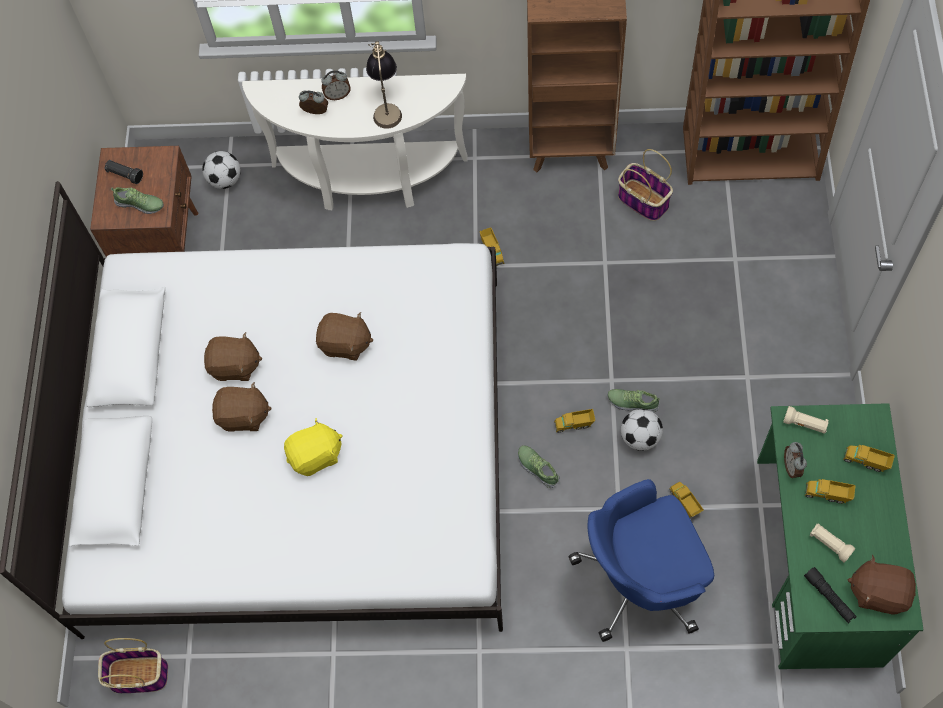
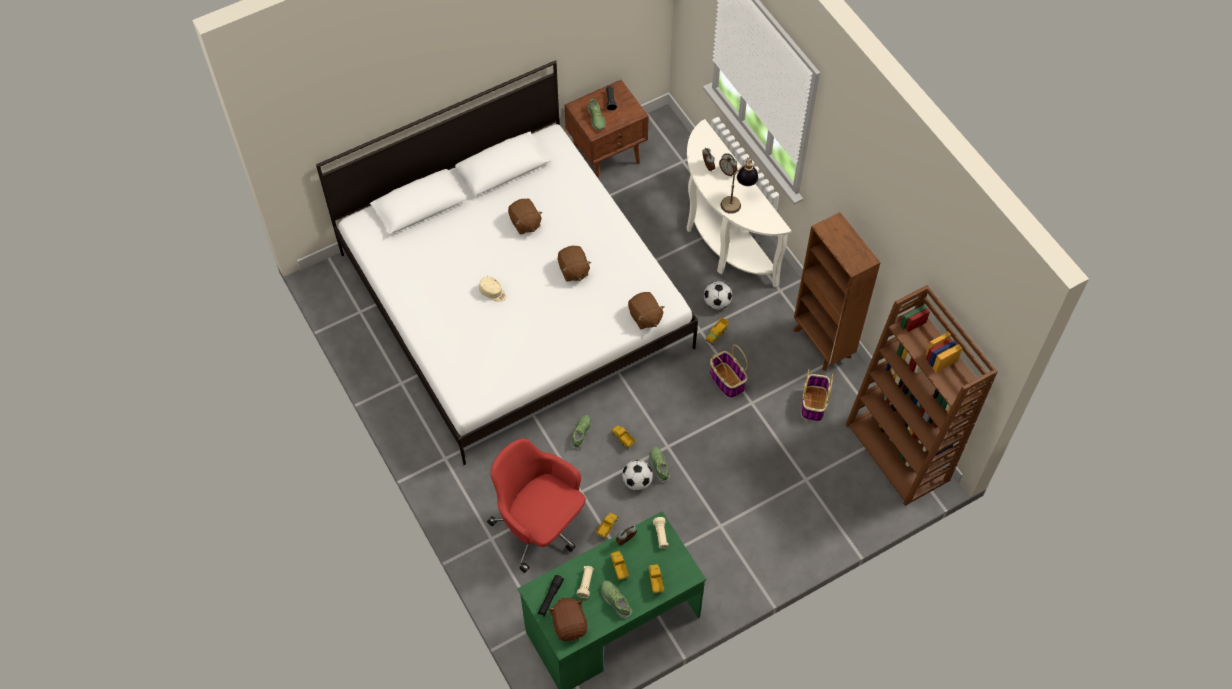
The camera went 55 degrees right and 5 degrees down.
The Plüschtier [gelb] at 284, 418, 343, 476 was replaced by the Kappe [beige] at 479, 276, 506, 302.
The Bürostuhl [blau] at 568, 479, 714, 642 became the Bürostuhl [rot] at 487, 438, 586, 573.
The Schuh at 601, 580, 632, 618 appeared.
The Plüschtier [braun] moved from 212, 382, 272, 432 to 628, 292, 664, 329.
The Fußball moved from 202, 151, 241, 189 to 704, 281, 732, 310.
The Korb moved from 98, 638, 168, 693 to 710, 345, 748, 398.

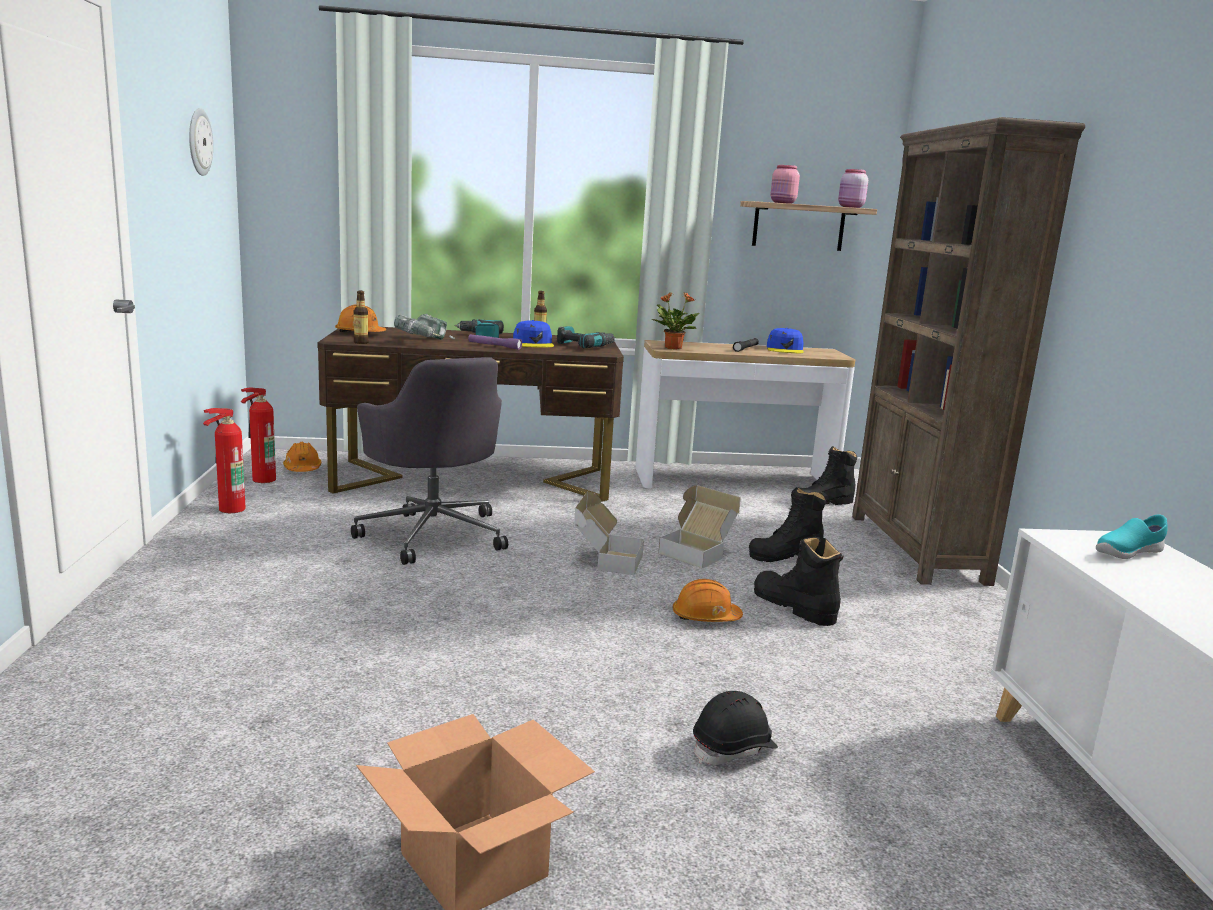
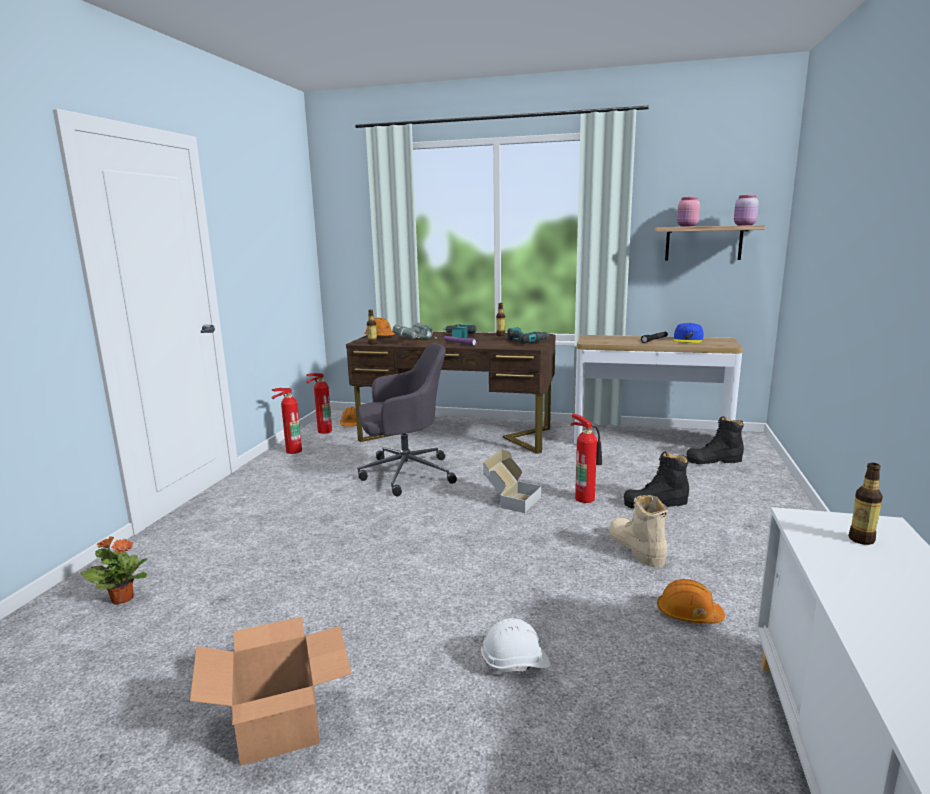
The camera went 20 degrees right and 0 degrees up.
The Topfpflanze moved from 652, 292, 700, 350 to 80, 536, 148, 605.
The Bürostuhl [grau] at 351, 357, 508, 565 turned 90 degrees counterclockwise.
The Schutzhelm [schwarz] at 693, 691, 778, 765 became the Schutzhelm [weiß] at 481, 618, 550, 675.
The Karton at 658, 485, 741, 568 was replaced by the Feuerlöscher at 571, 414, 602, 503.
The Stiefel [schwarz] at 754, 537, 844, 626 became the Stiefel [beige] at 609, 495, 668, 567.
The Schutzhelm [orange] moved from 673, 579, 743, 622 to 657, 579, 725, 624.
The Schuh [türkis] at 1096, 514, 1168, 559 was replaced by the Flasche at 849, 463, 883, 545.
The Wanduhr at 189, 108, 213, 176 disappeared.
The Kappe [blau] at 513, 320, 554, 348 disappeared.
The Bücherregal [braun] at 852, 117, 1085, 586 disappeared.

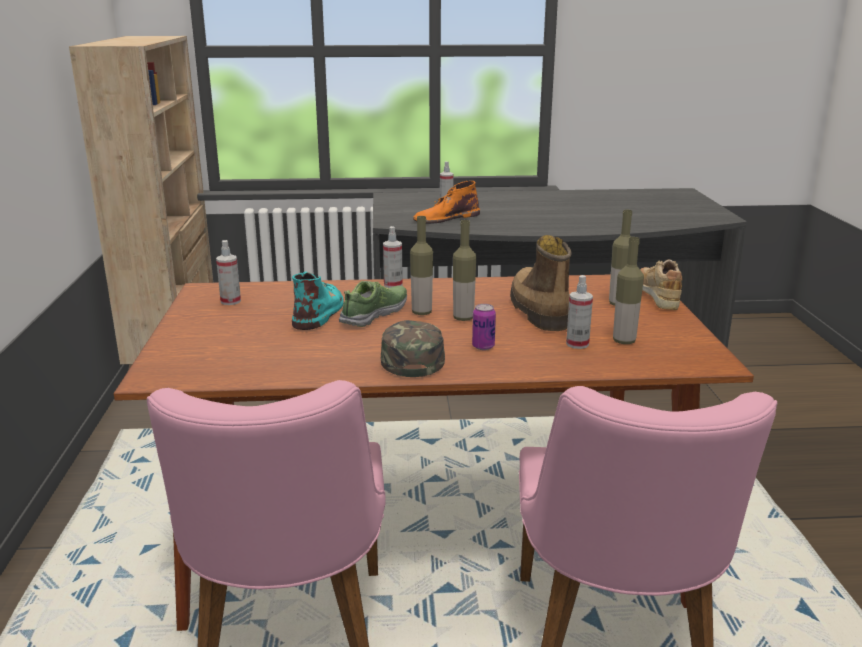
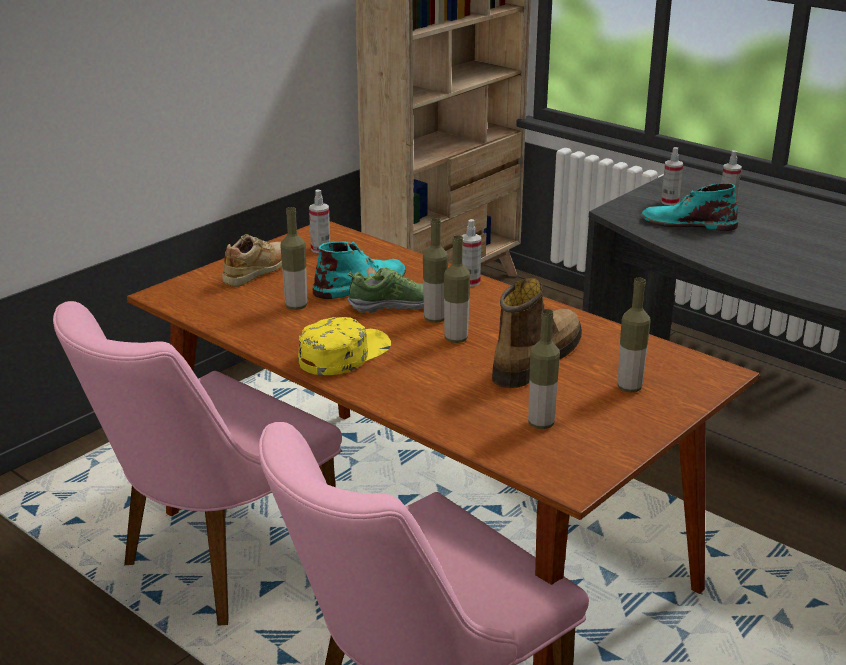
The camera went 45 degrees right and 5 degrees up.
The Schuh [beige] moved from 640, 260, 683, 310 to 222, 234, 282, 287.
The Flasche at 280, 207, 307, 310 appeared.
The Kappe [grün] at 381, 320, 445, 377 became the Kappe [gelb] at 298, 317, 391, 375.
The Stiefel [orange] at 413, 181, 480, 224 became the Stiefel [türkis] at 641, 183, 738, 231.
The Sprühflasche moved from 566, 275, 593, 349 to 661, 147, 683, 206.
The Dose at 472, 304, 496, 350 disappeared.

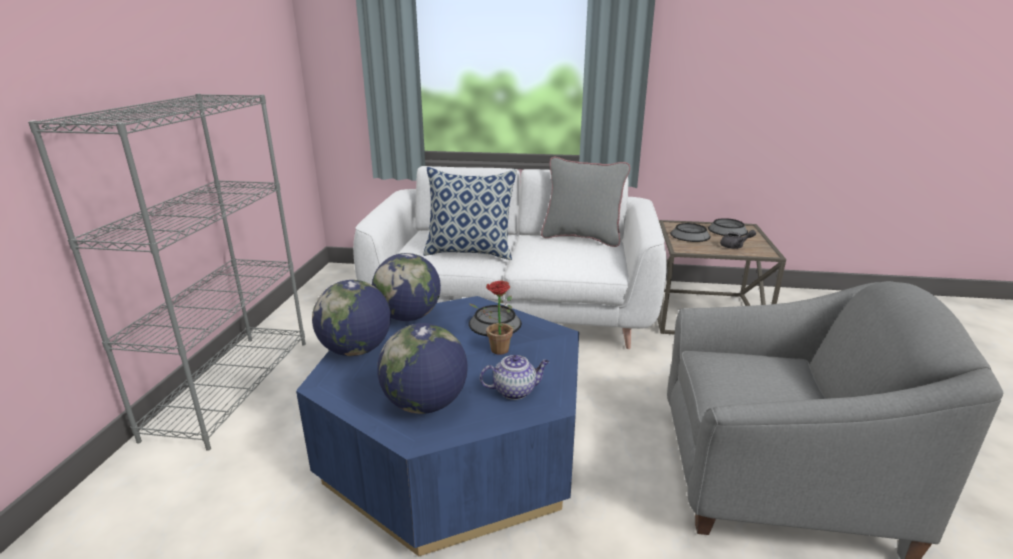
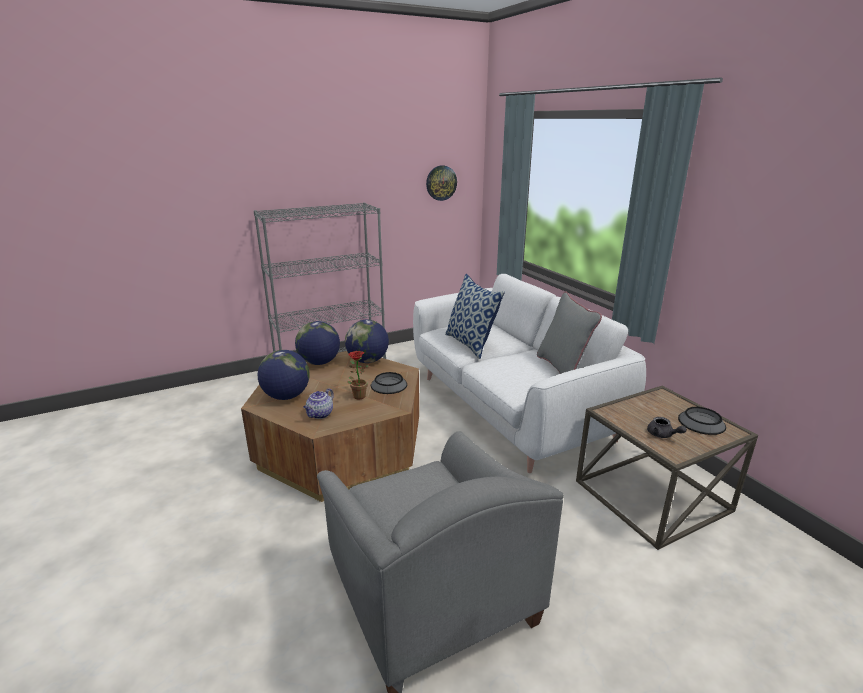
The camera went 55 degrees right and 0 degrees up.
The Couchtisch [blau] at 296, 296, 579, 556 became the Couchtisch [braun] at 241, 351, 419, 502.
The Teekanne at 480, 355, 549, 400 turned 75 degrees clockwise.
The Wanduhr at 426, 165, 457, 201 appeared.
The Schüssel at 670, 223, 711, 242 disappeared.

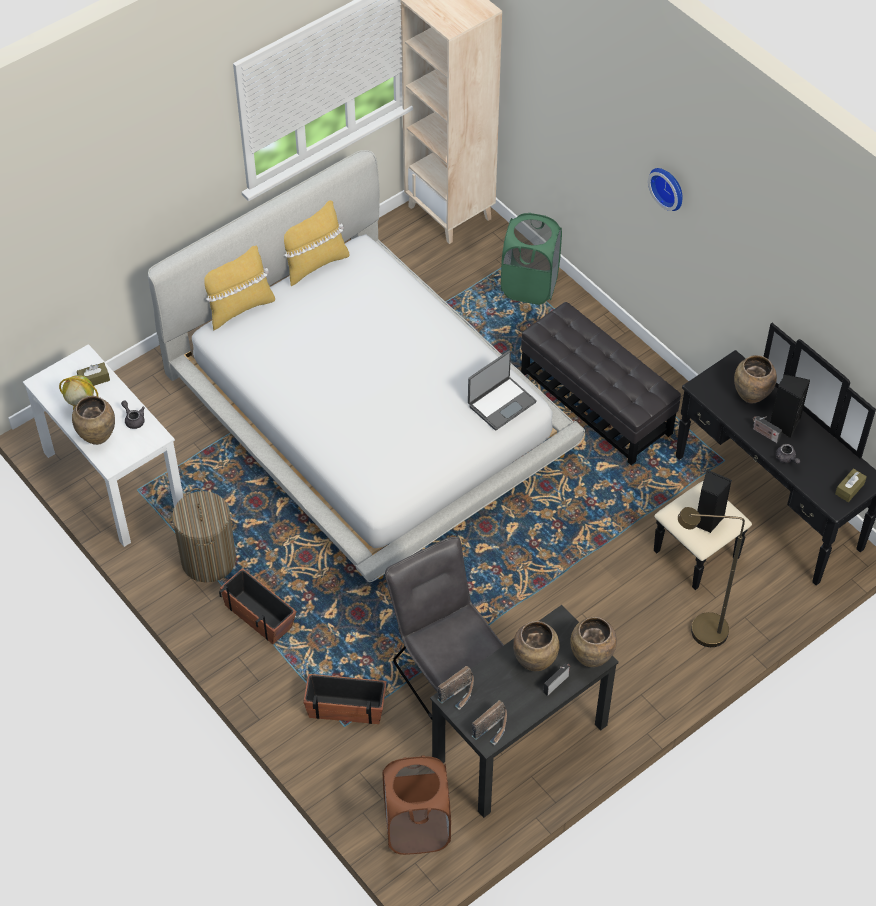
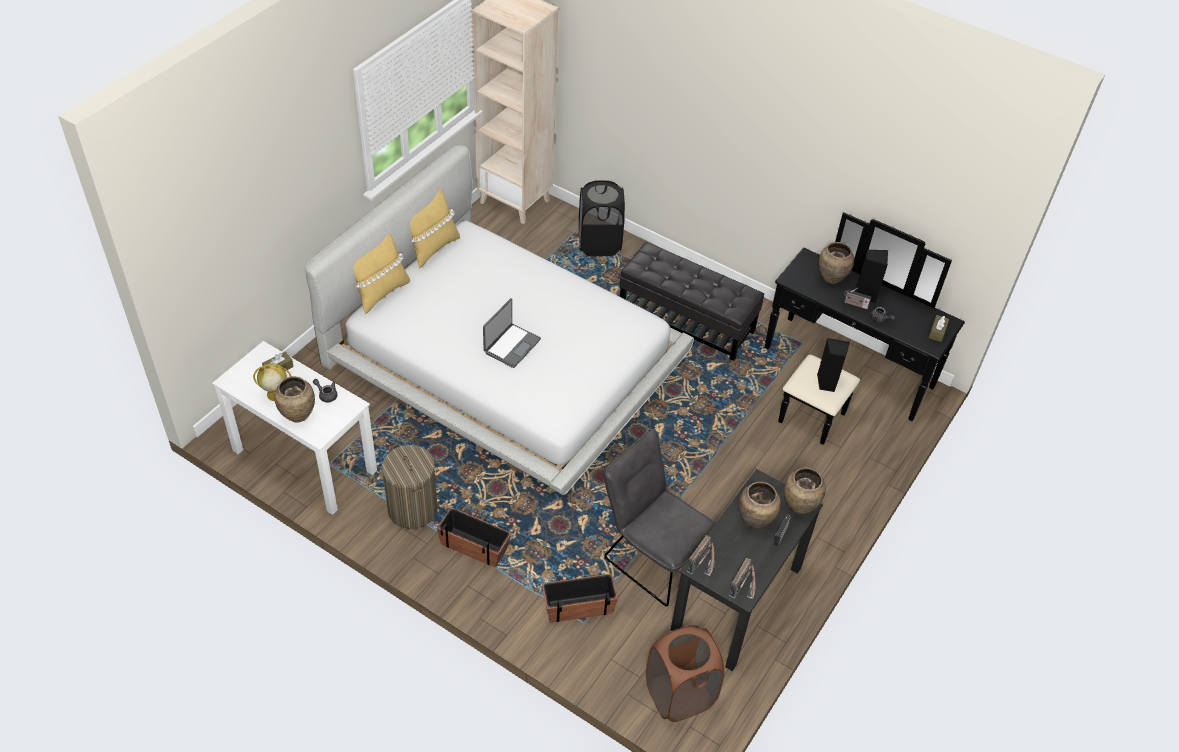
The camera went 20 degrees left and 5 degrees down.
The Laptop moved from 468, 350, 537, 430 to 483, 298, 541, 368.
The Wäschekorb [grün] at 501, 213, 562, 305 became the Wäschekorb [schwarz] at 579, 180, 625, 256.
The Wanduhr at 648, 168, 682, 211 disappeared.
The Stehlampe [braun] at 678, 507, 745, 647 disappeared.

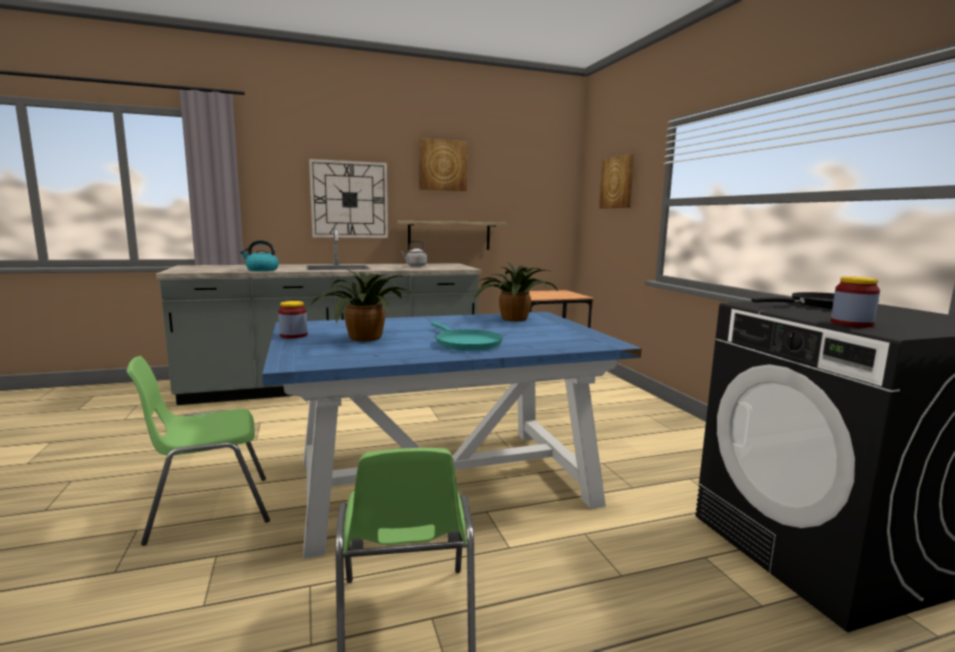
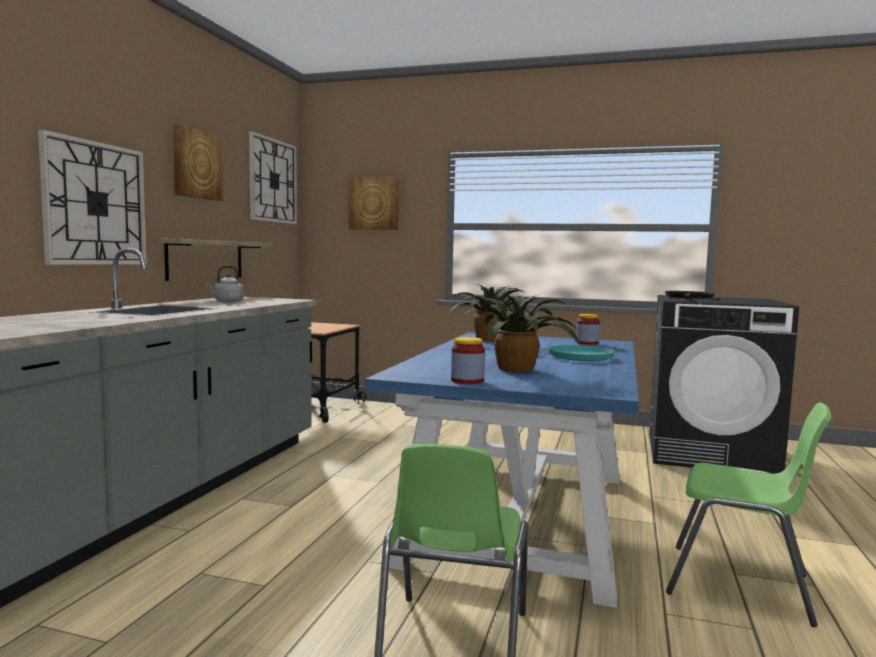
The camera went 55 degrees left and 5 degrees down.
The Wanduhr at 249, 131, 297, 224 appeared.
The Vorratsglas moved from 830, 277, 880, 327 to 576, 314, 600, 345.
The Wasserkessel at 240, 240, 279, 271 disappeared.

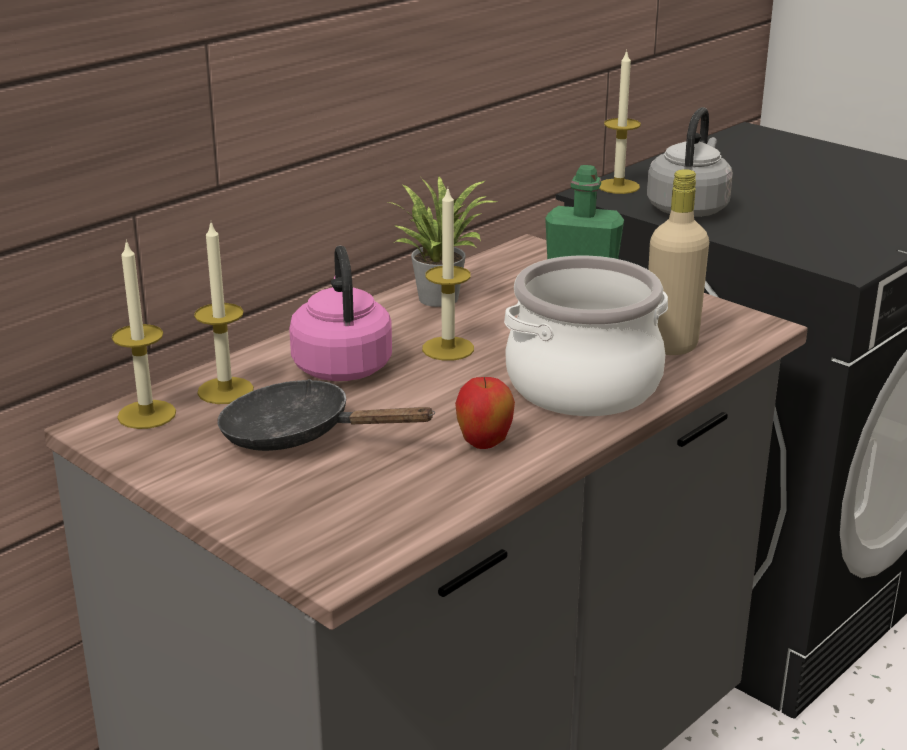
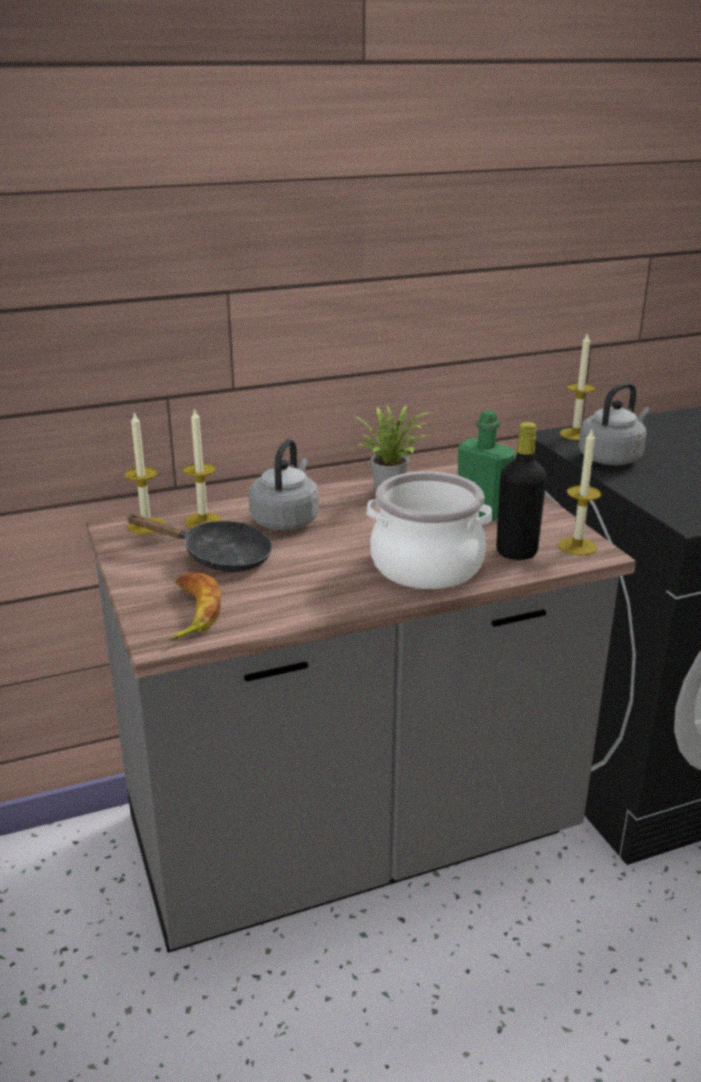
The camera went 25 degrees right and 0 degrees up.
The Pfanne [schwarz] at 217, 379, 435, 451 turned 150 degrees clockwise.
The Banane at 168, 572, 221, 641 appeared.
The Wasserkessel [rosa] at 289, 246, 392, 381 became the Wasserkessel [grau] at 249, 439, 319, 531.
The Flasche [beige] at 648, 169, 709, 355 became the Flasche [schwarz] at 496, 422, 547, 560.
The Kerze moved from 422, 189, 474, 361 to 558, 429, 601, 556.
The Apfel at 455, 377, 515, 449 disappeared.

